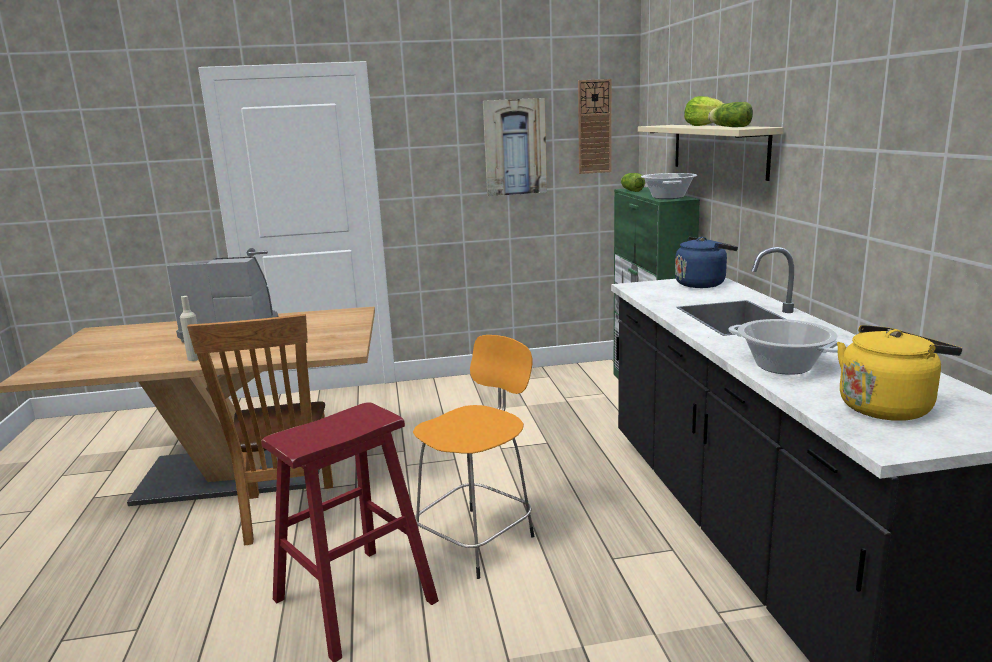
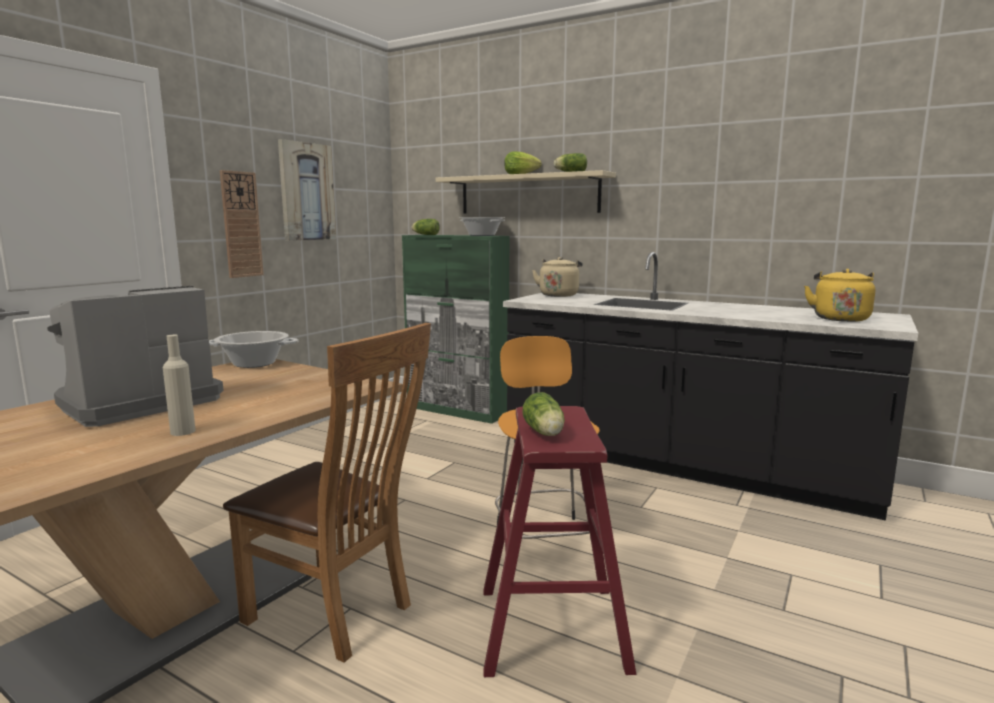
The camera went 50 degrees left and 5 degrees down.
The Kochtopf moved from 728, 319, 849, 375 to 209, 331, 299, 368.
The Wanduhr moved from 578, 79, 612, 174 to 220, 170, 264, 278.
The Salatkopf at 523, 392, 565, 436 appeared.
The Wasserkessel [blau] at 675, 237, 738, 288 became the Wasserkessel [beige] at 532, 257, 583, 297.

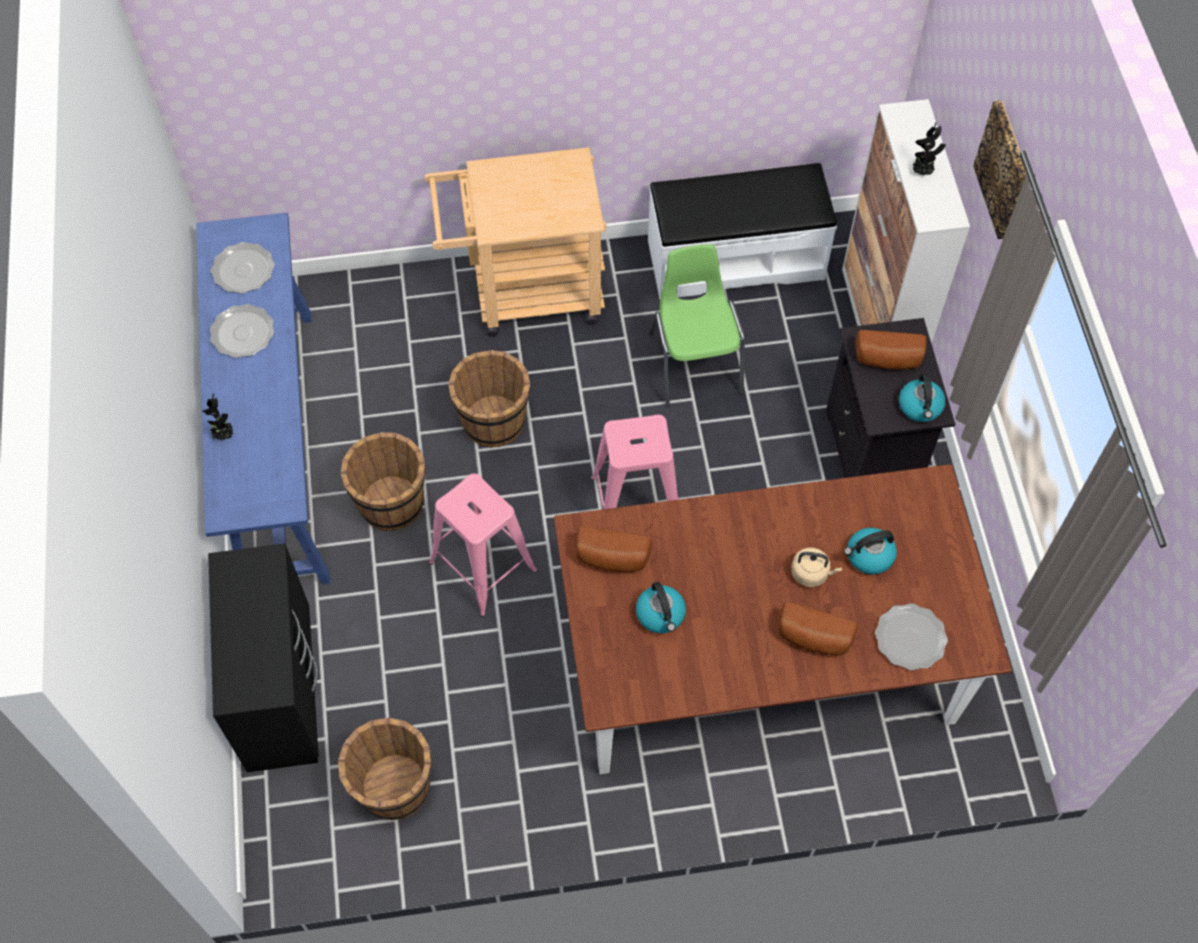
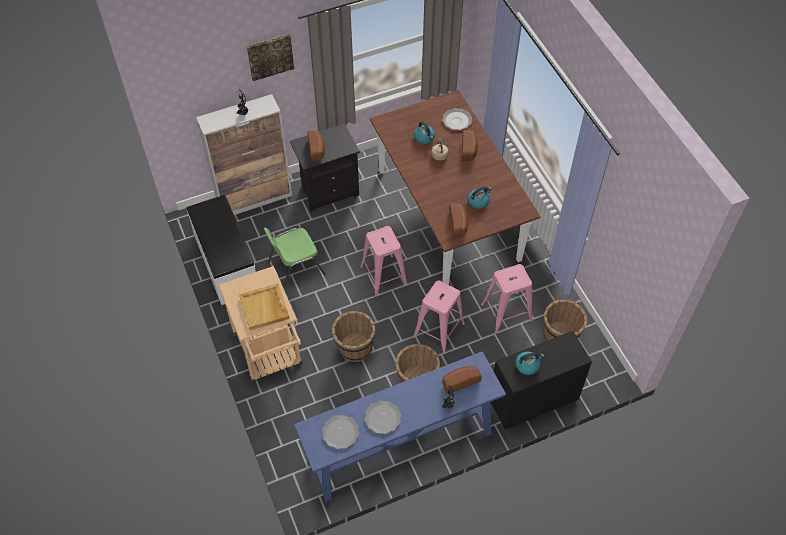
The camera went 105 degrees left and 5 degrees down.
The Tablett [beige] at 239, 284, 290, 330 appeared.
The Brot at 443, 365, 482, 394 appeared.
The Hocker [rosa] at 481, 264, 533, 334 appeared.
The Wasserkessel moved from 899, 373, 946, 422 to 515, 352, 544, 375.

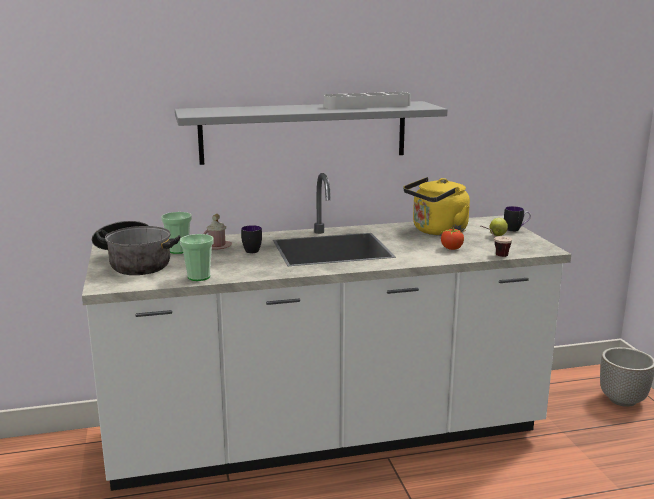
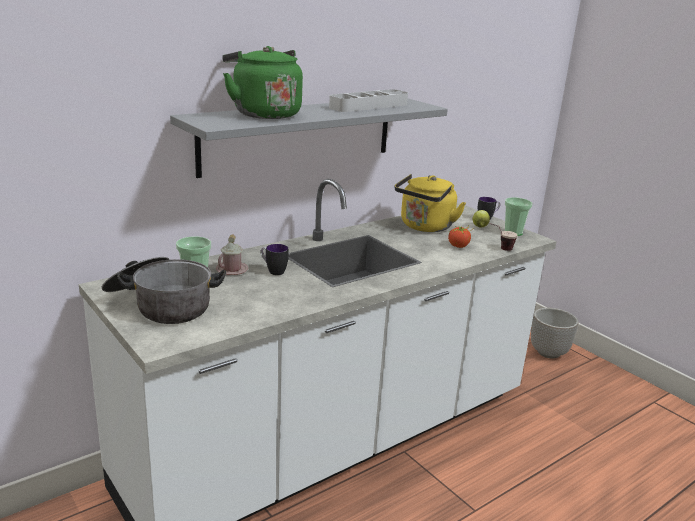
The camera went 25 degrees left and 5 degrees up.
The Wasserkessel [grün] at 222, 46, 303, 119 appeared.
The Tasse moved from 180, 234, 214, 281 to 505, 197, 532, 236.

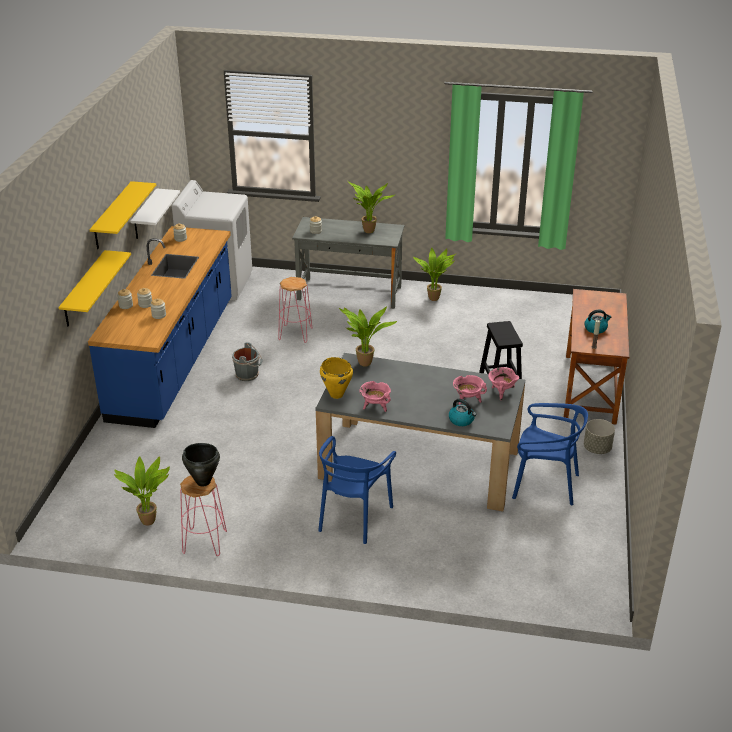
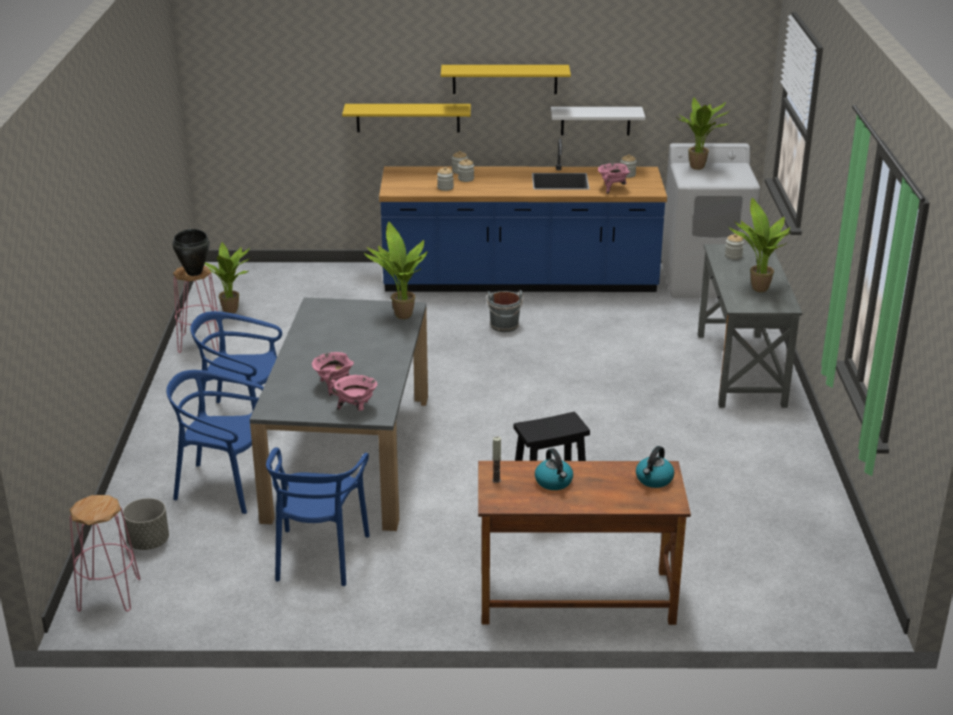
The camera went 80 degrees right and 5 degrees down.
The Hocker [rosa] moved from 278, 277, 312, 343 to 70, 495, 141, 612.
The Pflanzkübel [grau] moved from 584, 419, 615, 454 to 123, 498, 169, 550.
The Stuhl [blau] at 166, 370, 272, 514 appeared.
The Kochtopf [rosa] moved from 359, 381, 391, 412 to 598, 163, 630, 194.
The Wasserkessel moved from 449, 399, 476, 426 to 636, 446, 674, 488.
The Topfpflanze moved from 413, 248, 456, 301 to 676, 97, 729, 170.
The Kochtopf [gelb] at 320, 357, 353, 399 disappeared.

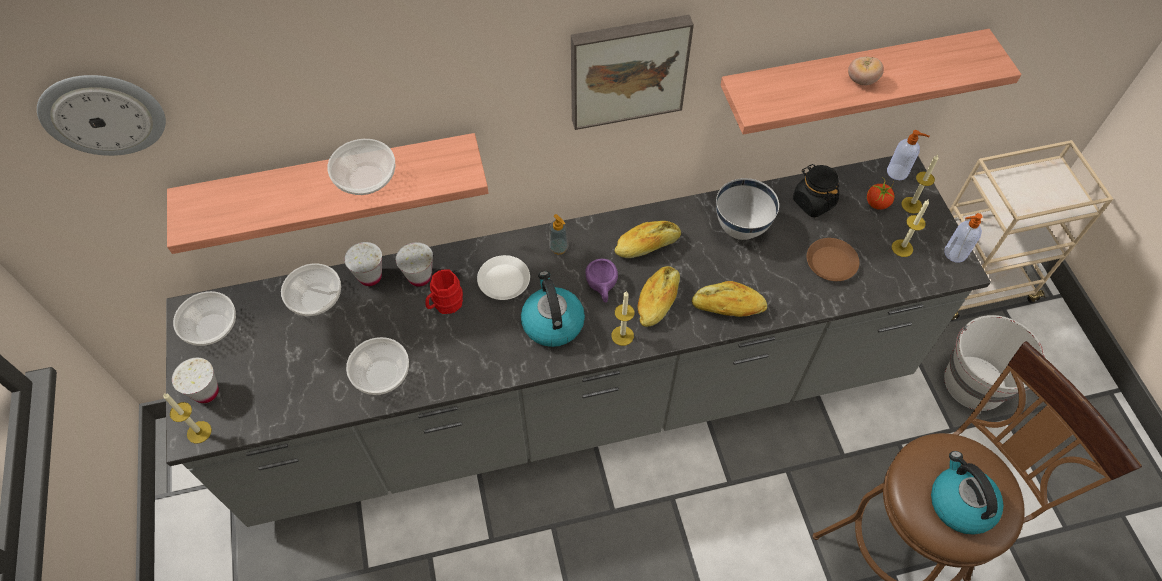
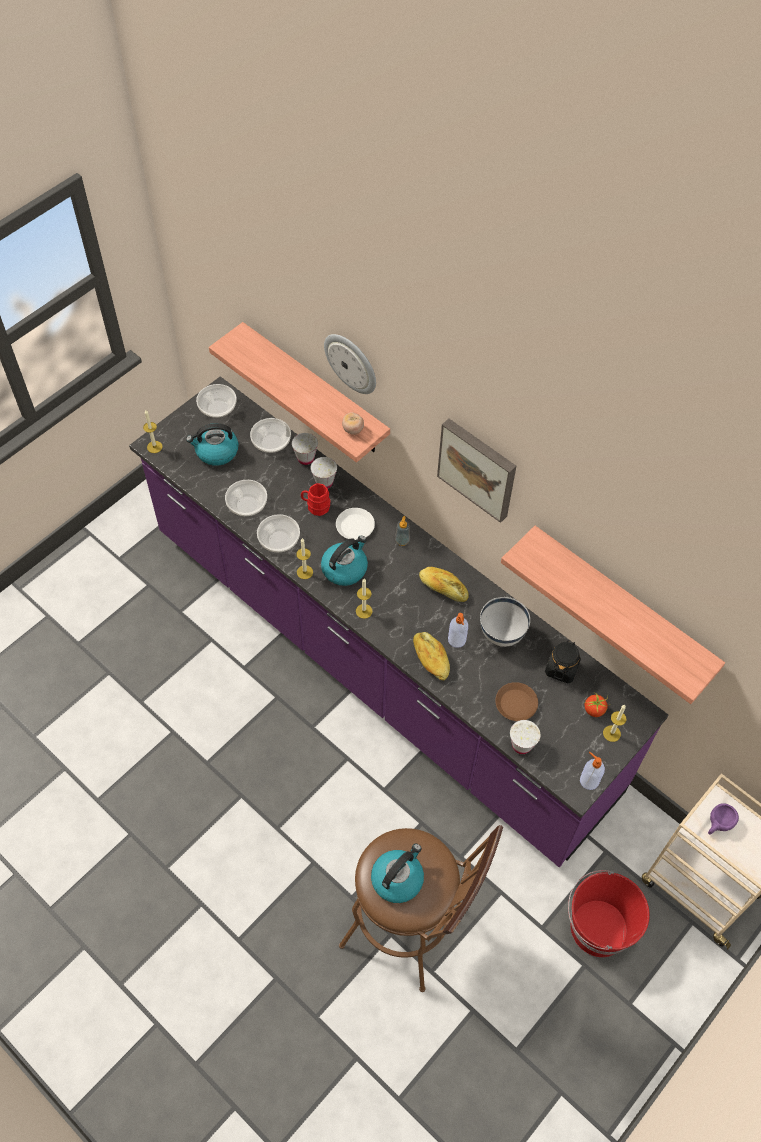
The camera went 55 degrees right and 0 degrees up.
The Küchenzeile [grau] at 166, 156, 991, 527 became the Küchenzeile [lila] at 129, 376, 669, 867.
The Wasserkessel at 186, 423, 238, 466 appeared.
The Schüssel moved from 327, 139, 395, 195 to 257, 514, 300, 552.
The Kerze moved from 892, 199, 929, 257 to 296, 538, 313, 579.
The Wanduhr moved from 37, 75, 166, 156 to 324, 334, 376, 394.
The Tomate moved from 848, 57, 884, 85 to 342, 412, 364, 435.
The Seifenspender moved from 887, 130, 930, 180 to 448, 613, 468, 648.
The Tasse [weiß] moved from 172, 358, 219, 403 to 510, 720, 540, 754.
The Eimer [weiß] at 944, 315, 1045, 411 became the Eimer [rot] at 568, 870, 650, 957.
The Tasse [lila] moved from 585, 259, 618, 303 to 708, 803, 739, 835.
The Brot at 638, 266, 680, 327 disappeared.

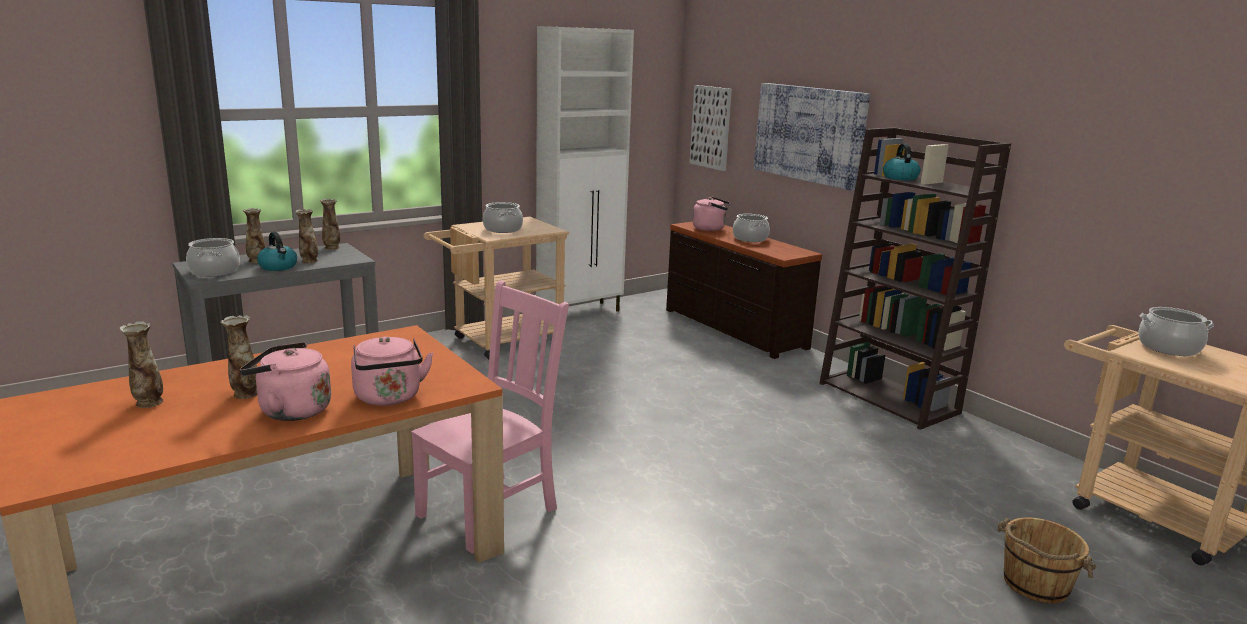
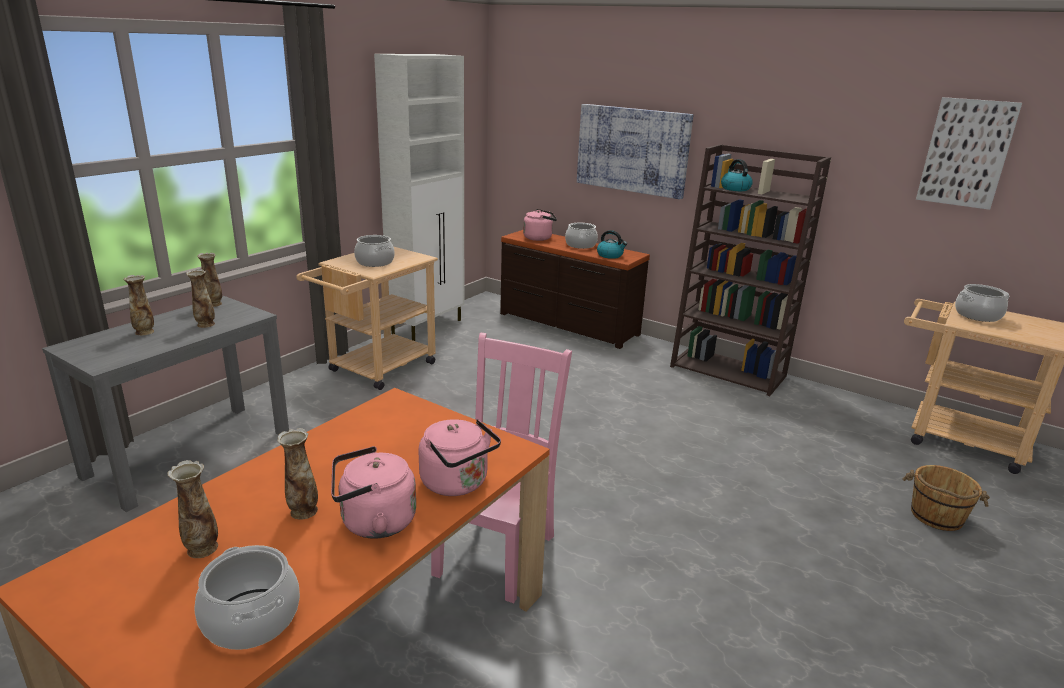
The camera went 20 degrees left and 5 degrees up.
The Kochtopf moved from 186, 238, 240, 277 to 194, 545, 300, 650.
The Wasserkessel moved from 257, 232, 297, 271 to 597, 230, 627, 259.
The Bild moved from 689, 85, 732, 171 to 916, 97, 1022, 210.

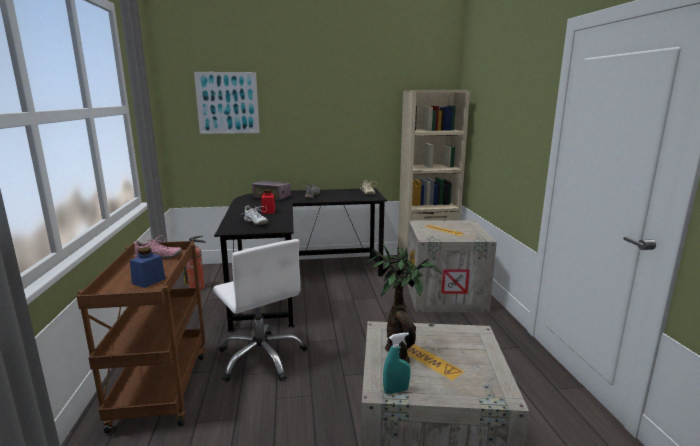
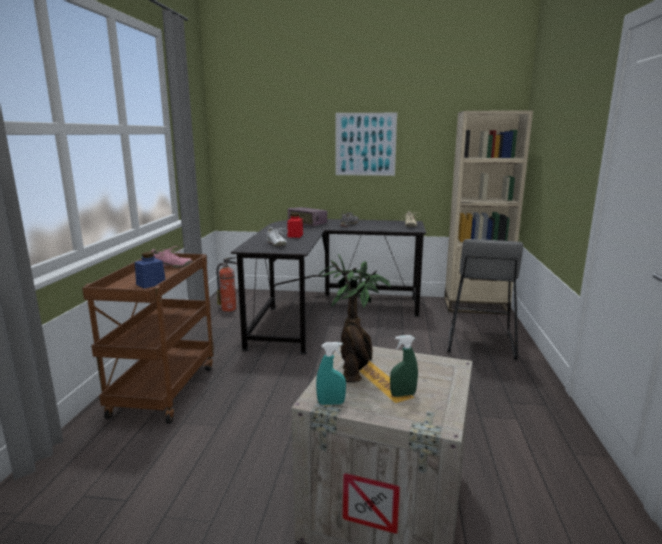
The camera went 15 degrees right and 0 degrees up.
The Bild moved from 194, 72, 260, 134 to 335, 113, 397, 176.
The Sprühflasche [grün] at 390, 335, 418, 397 appeared.
The Kiste at 407, 220, 497, 312 was replaced by the Hocker [grau] at 447, 239, 523, 360.
The Bürostuhl [weiß] at 213, 239, 307, 382 disappeared.

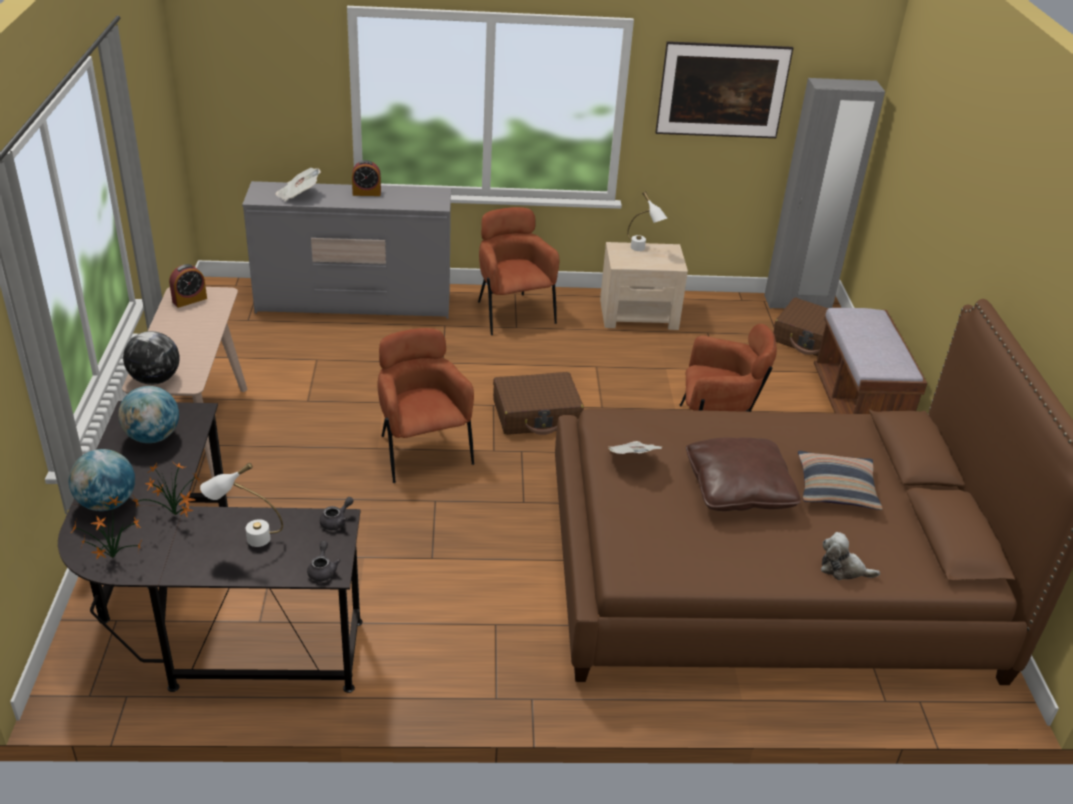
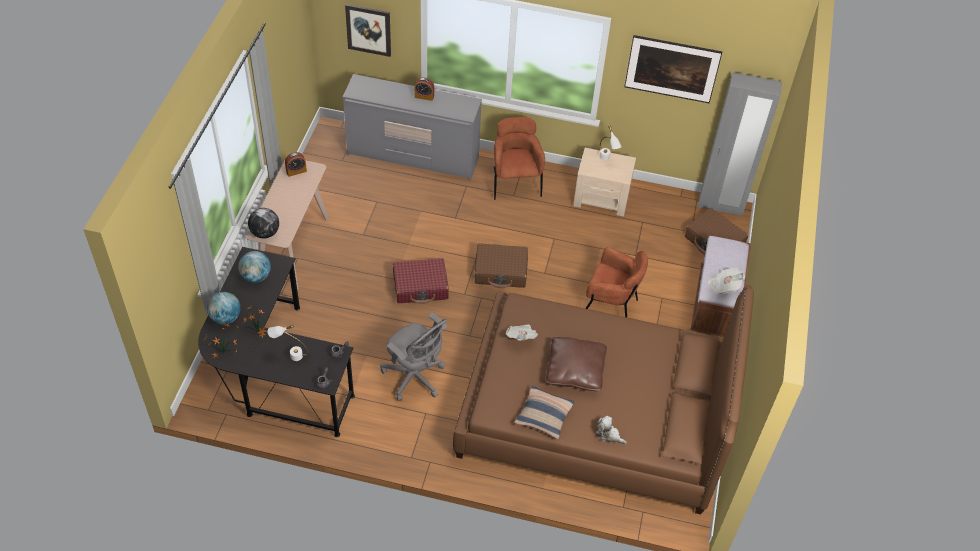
The camera went 15 degrees right and 15 degrees up.
The Bild at 345, 4, 391, 57 appeared.
The Bürostuhl [grau] at 380, 312, 448, 401 appeared.
The Sessel [braun] at 377, 328, 474, 483 was replaced by the Koffer [rot] at 393, 258, 449, 304.
The Kissen moved from 798, 451, 883, 510 to 514, 386, 575, 439.
The Zeitung moved from 275, 168, 321, 201 to 708, 268, 745, 295.

